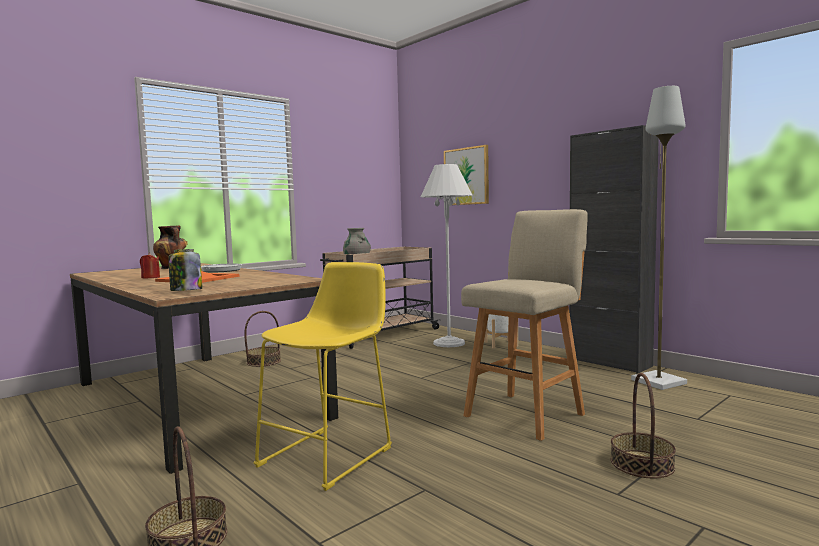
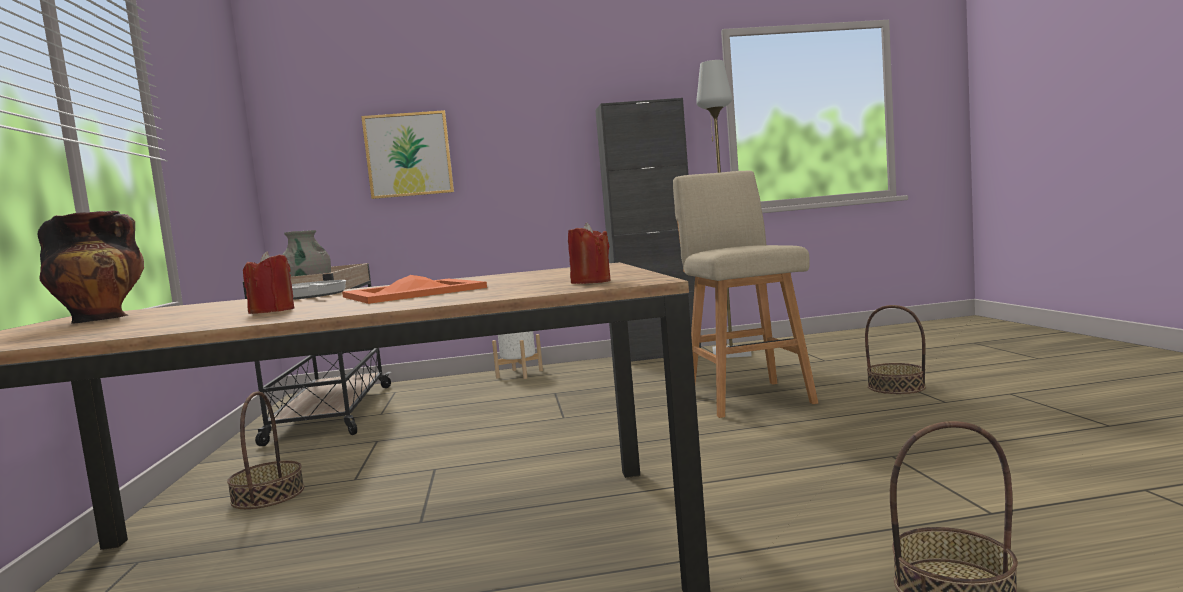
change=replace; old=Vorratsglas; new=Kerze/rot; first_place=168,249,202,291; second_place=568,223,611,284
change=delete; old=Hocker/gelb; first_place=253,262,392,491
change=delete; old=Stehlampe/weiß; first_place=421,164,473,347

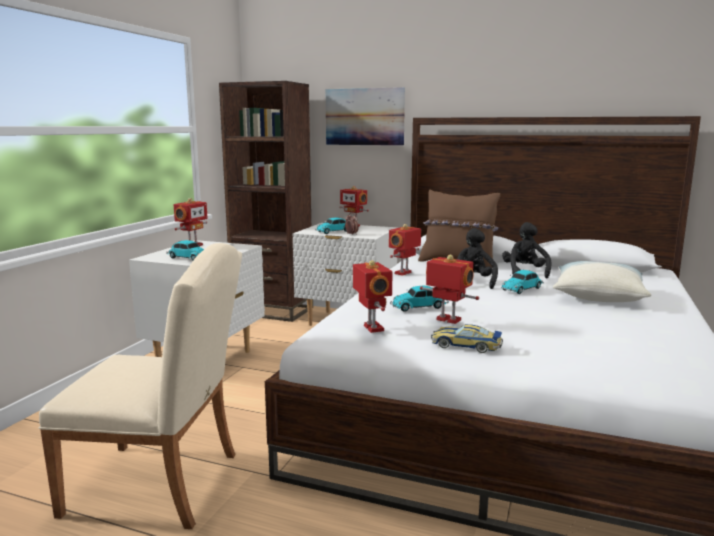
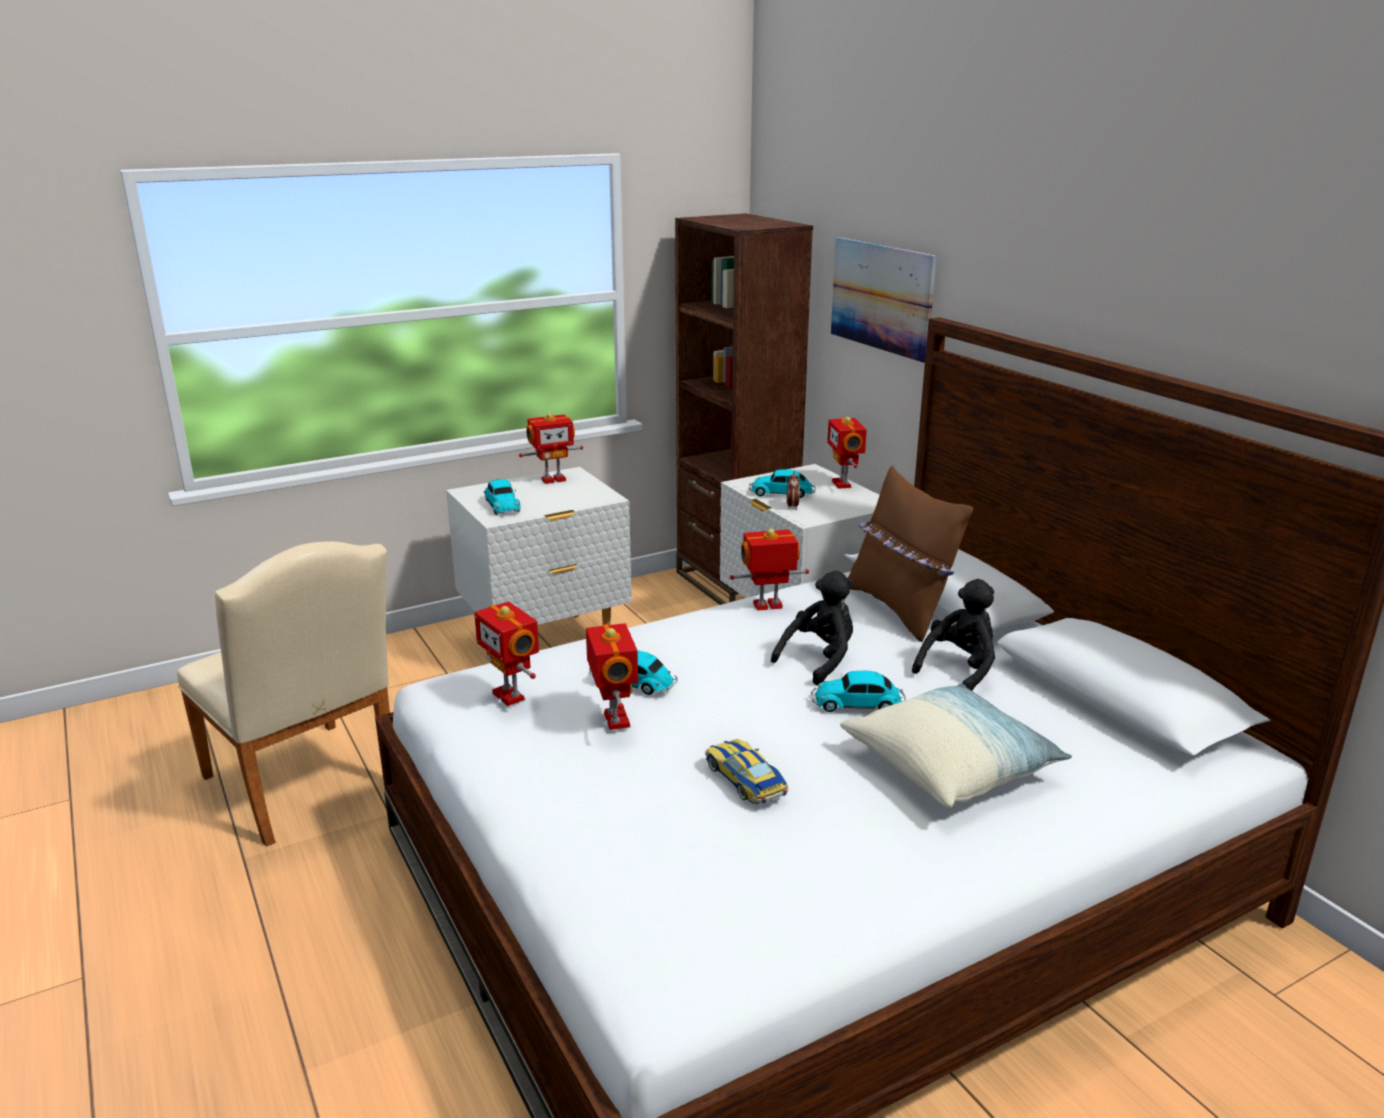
change=rotate; old=Spielzeugroboter; first_place=353,260,392,333; second_place=474,601,539,706; degrees=120
change=move; old=Spielzeugauto; first_place=431,324,503,353; second_place=705,739,789,804

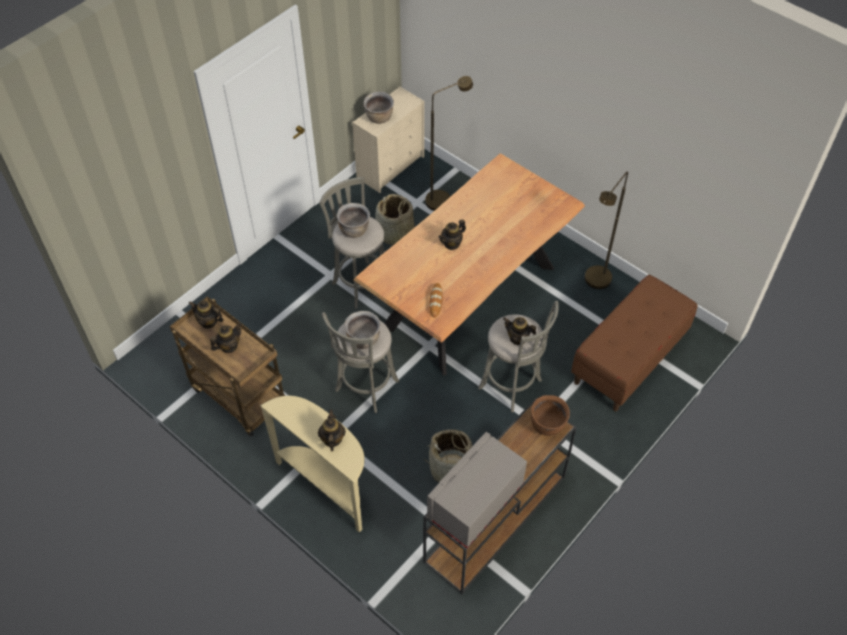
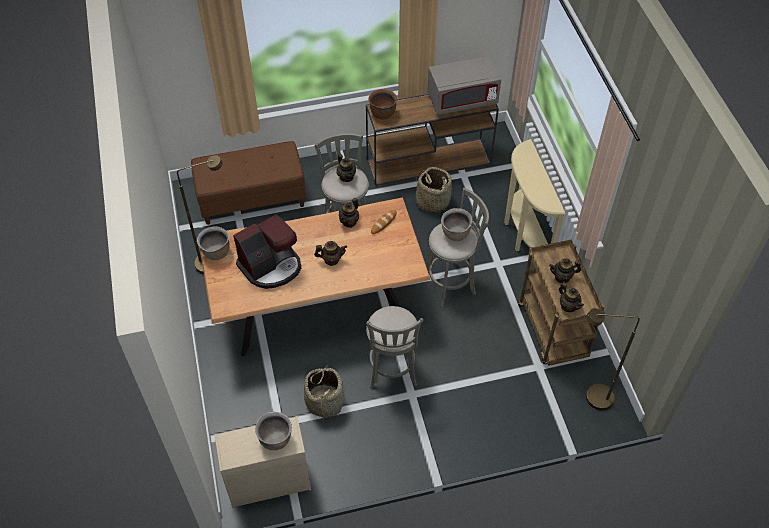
change=move; old=Kochtopf/braun; first_place=337,203,370,238; second_place=197,226,229,260
change=insert; new=Kaffeemaschine; second_place=233,214,301,289
change=move; old=Teekanne; first_place=318,409,346,451; second_place=339,198,359,228
change=move; old=Stehlampe/braun; first_place=425,76,473,211; second_place=586,308,640,410

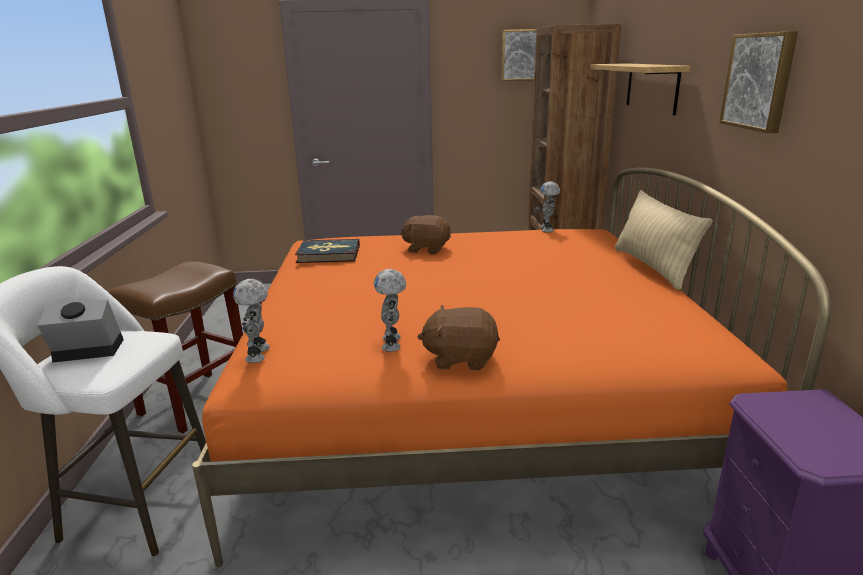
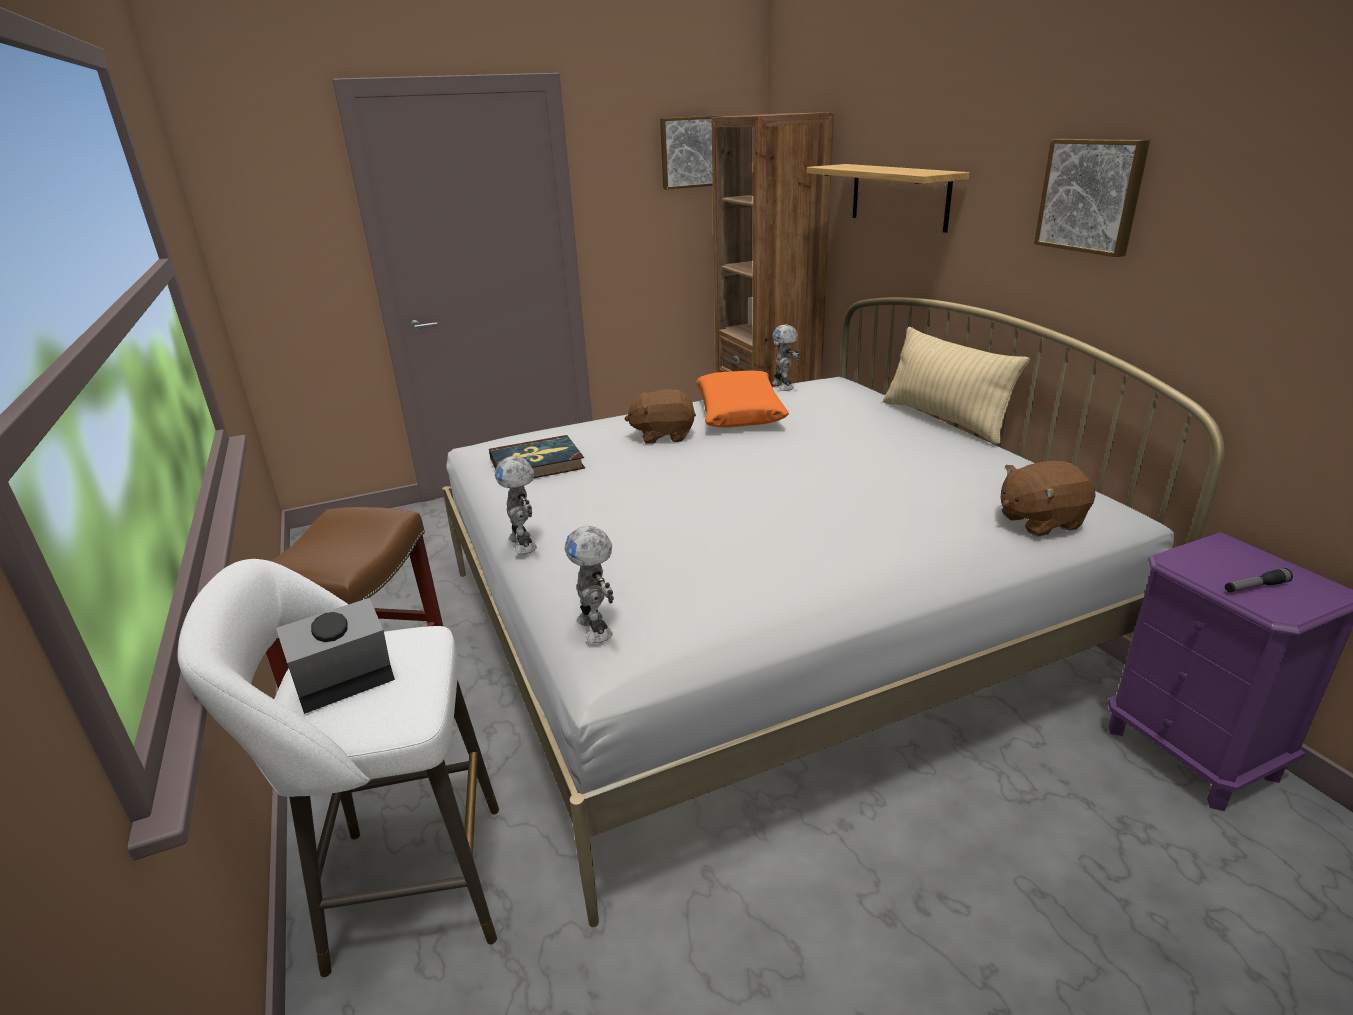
change=recolor; old=Bett/orange; new=Bett/weiß; first_place=192,167,831,567; second_place=442,297,1225,927
change=move; old=Spielzeugroboter; first_place=374,269,406,352; second_place=495,456,537,554
change=insert; new=Kissen/orange; second_place=696,371,789,427
change=move; old=Plüschtier/braun; first_place=418,305,500,370; second_place=1001,461,1096,537
change=insert; new=Taschenlampe; second_place=1225,568,1293,592

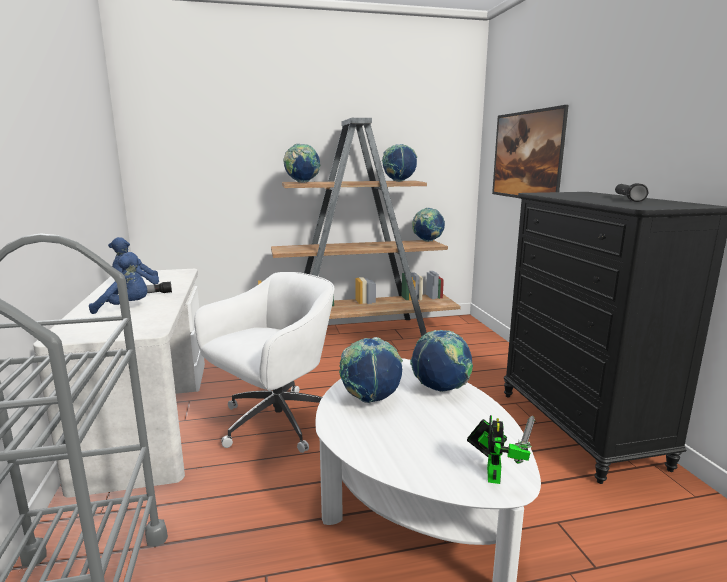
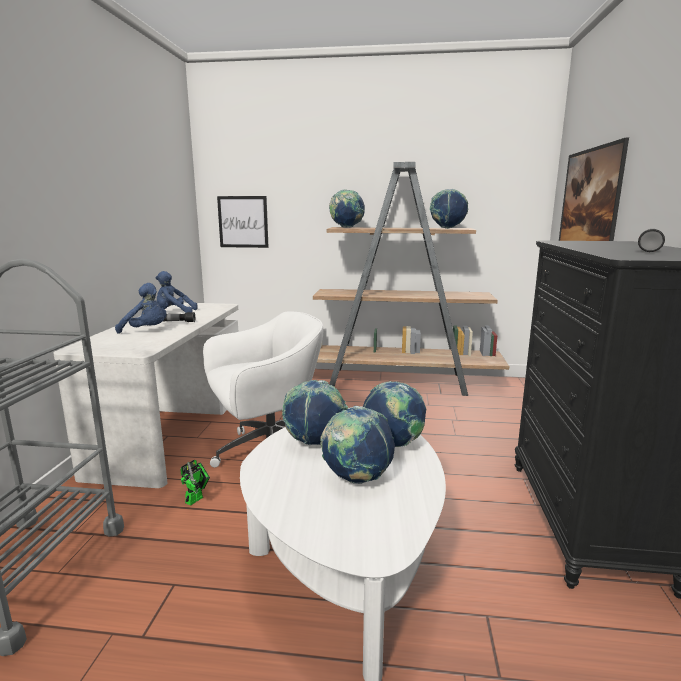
change=move; old=Spielzeugroboter; first_place=467,415,535,484; second_place=180,460,210,506
change=insert; new=Bild; second_place=217,196,269,248
change=move; old=Globus; first_place=412,208,445,242; second_place=320,406,395,484

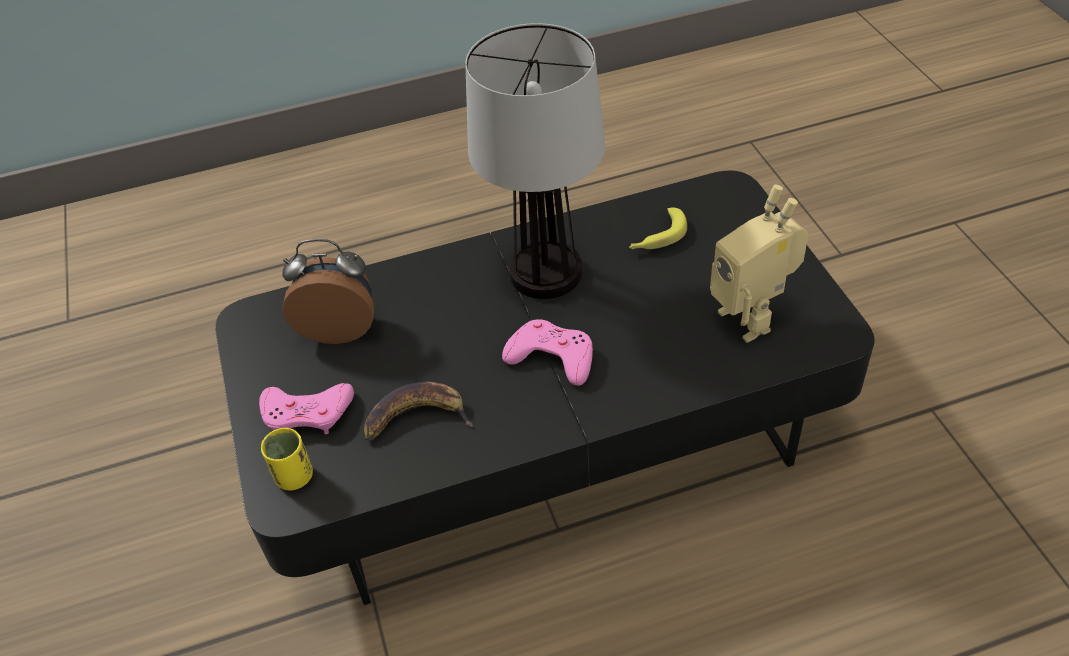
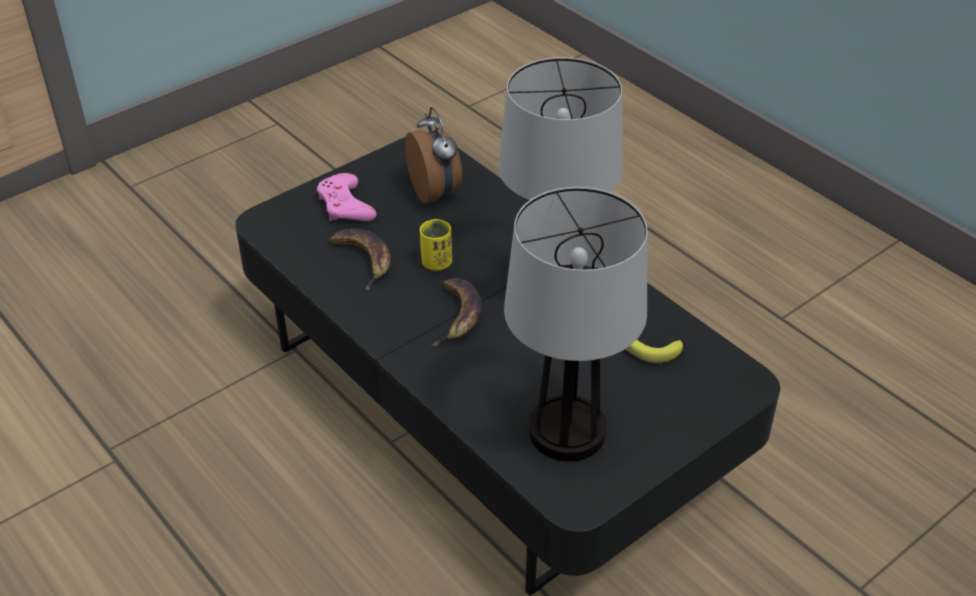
change=move; old=Tasse/gelb; first_place=261,428,313,490; second_place=420,219,452,271
change=replace; old=Gamepad/rosa; new=Banane; first_place=502,319,593,386; second_place=432,278,482,346
change=replace; old=Spielzeugroboter; new=Tischlampe; first_place=710,185,809,343; second_place=504,187,648,462

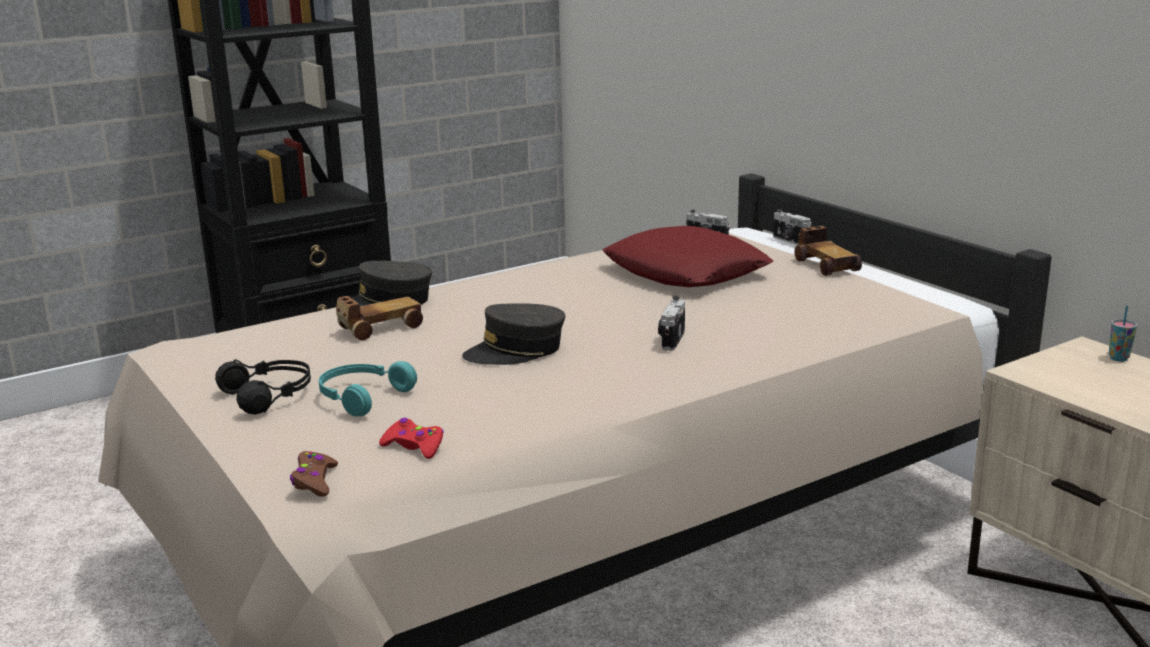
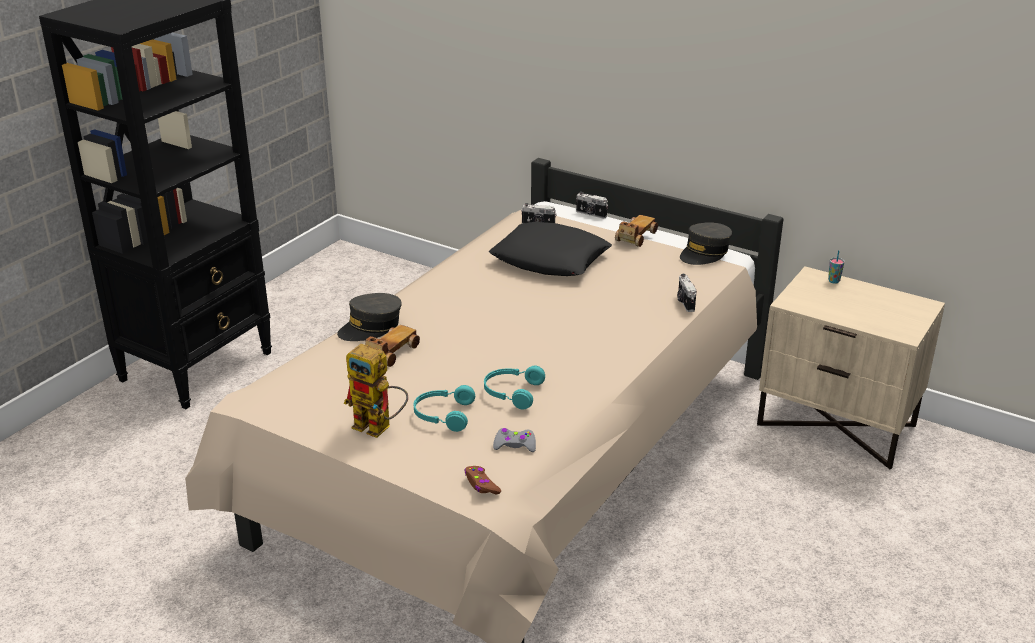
change=replace; old=Kopfhörer/schwarz; new=Spielzeugroboter; first_place=215,359,311,415; second_place=344,344,408,438
change=insert; new=Kopfhörer/türkis; second_place=484,366,545,410
change=recolor; old=Kissen/rot; new=Kissen/schwarz; first_place=603,226,773,287; second_place=489,222,612,276
change=recolor; old=Gamepad/rot; new=Gamepad/grau; first_place=379,418,444,459; second_place=493,428,536,452
change=rotate; old=Spielzeugauto; first_place=794,226,862,276; second_place=615,215,658,247; degrees=-105
change=move; old=Kamera; first_place=658,296,685,351; second_place=677,274,697,312
change=move; old=Kappe/grau; first_place=462,303,565,365; second_place=680,222,732,265

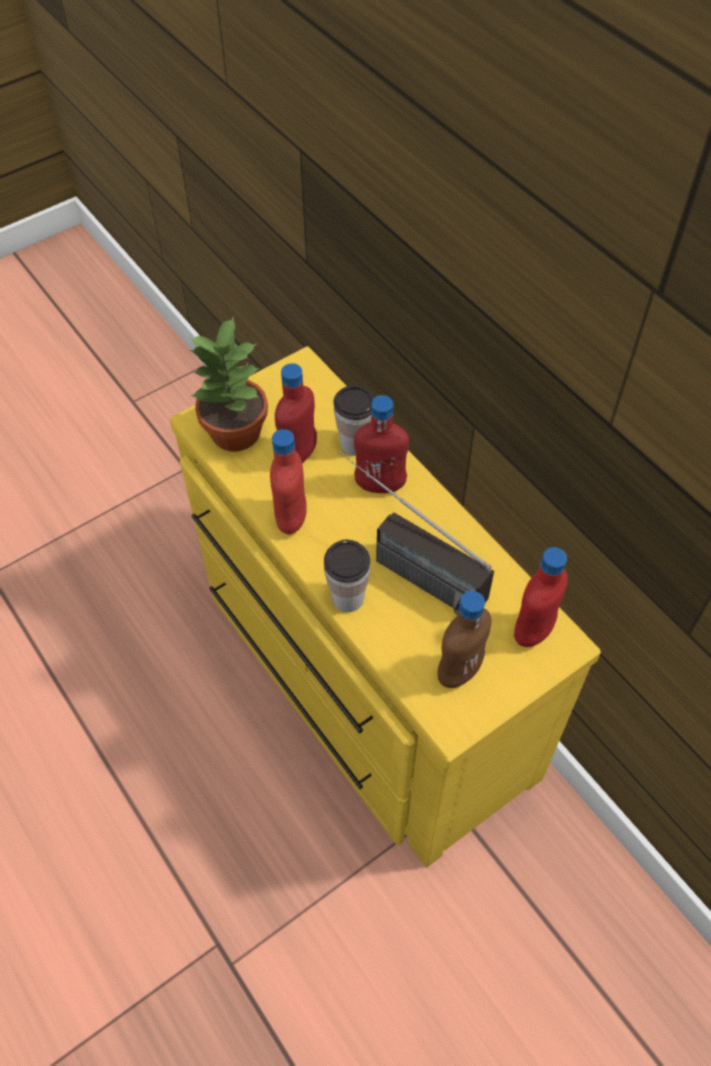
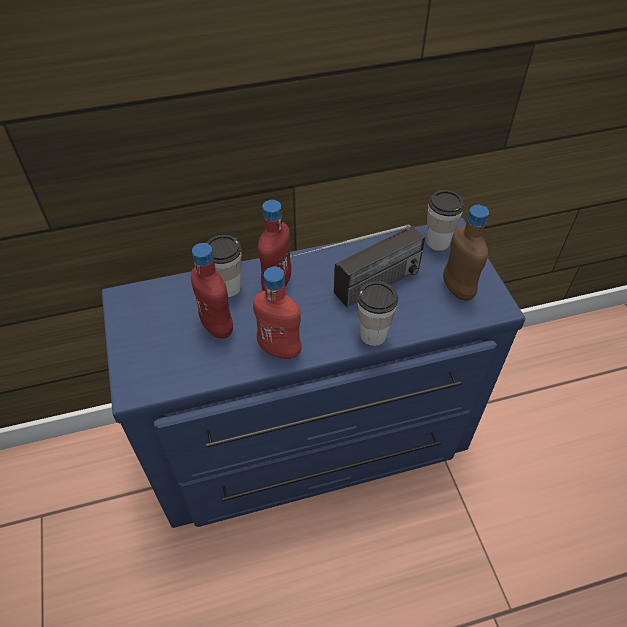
change=recolor; old=Kommode/gelb; new=Kommode/blau; first_place=170,346,601,867; second_place=102,218,526,528
change=replace; old=Flasche/rot; new=Tasse; first_place=514,547,568,647; second_place=426,190,464,251
change=delete; old=Topfpflanze; first_place=189,316,268,451

